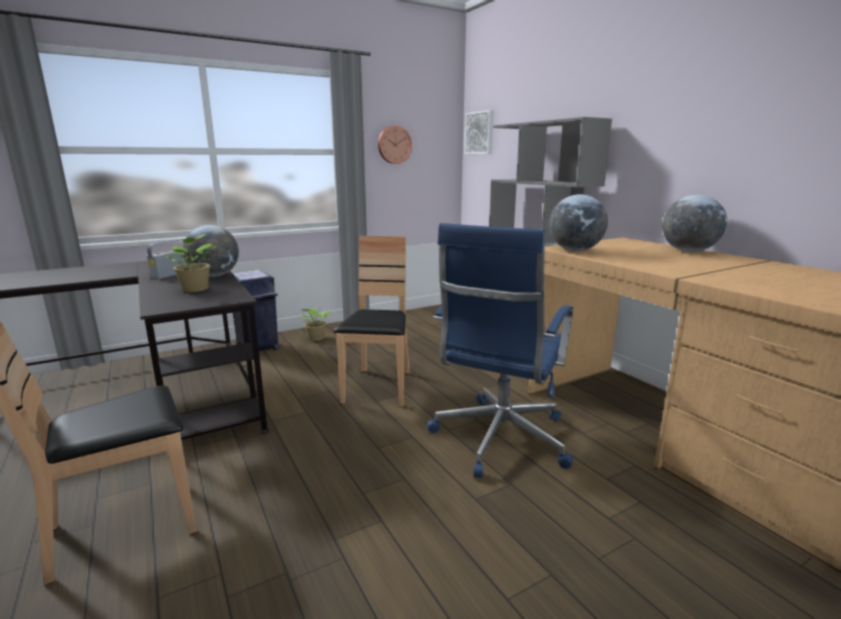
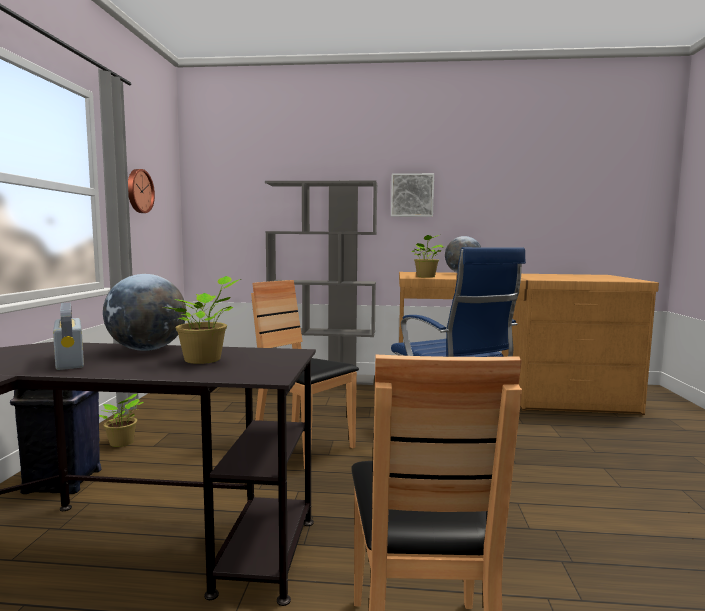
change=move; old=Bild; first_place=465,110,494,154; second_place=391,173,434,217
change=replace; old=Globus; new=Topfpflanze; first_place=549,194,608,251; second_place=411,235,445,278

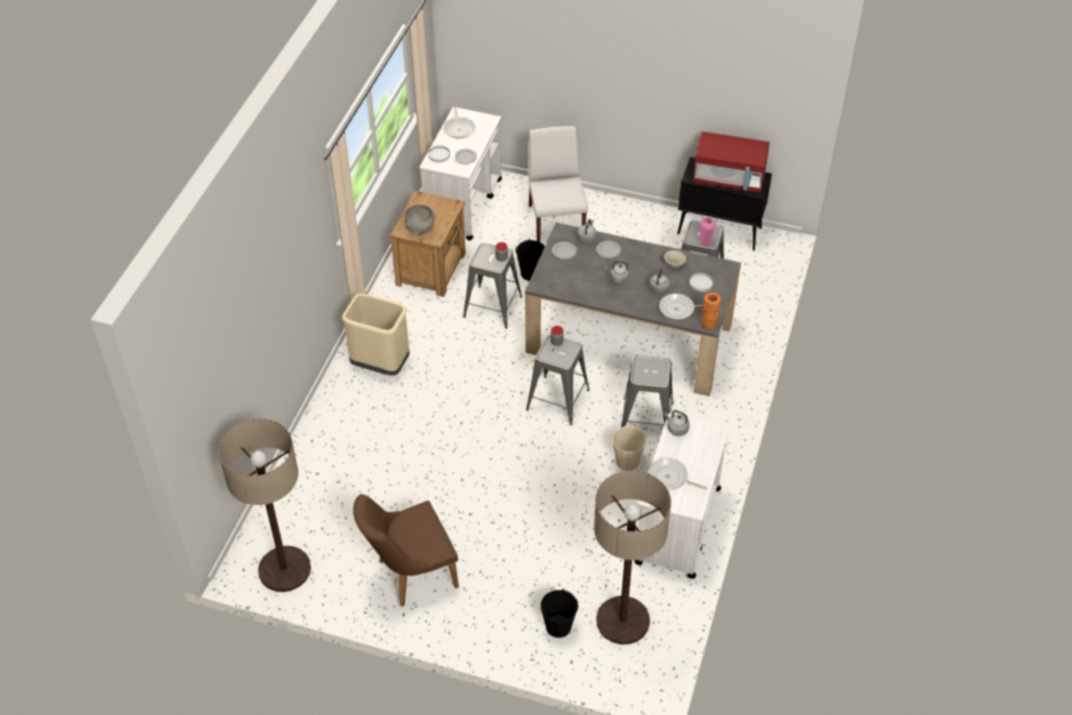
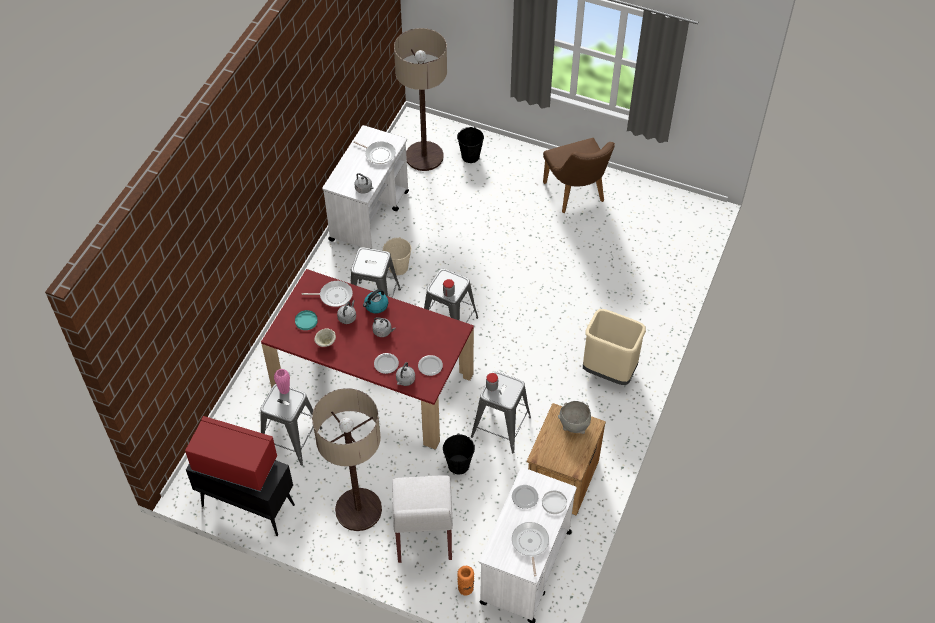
change=recolor; old=Esstisch/grau; new=Esstisch/rot; first_place=525,222,741,396; second_place=261,269,474,450
change=recolor; old=Teller/weiß; new=Teller/türkis; first_place=689,273,713,292; second_place=295,310,318,330
change=move; old=Stehlampe; first_place=219,419,311,592; second_place=312,388,382,531
change=insert; new=Wasserkessel; second_place=363,289,388,314
change=move; old=Vase/orange; first_place=702,292,721,330; second_place=457,565,474,596
change=rotate; old=Stuhl/braun; first_place=353,494,459,607; second_place=543,138,615,213; degrees=90

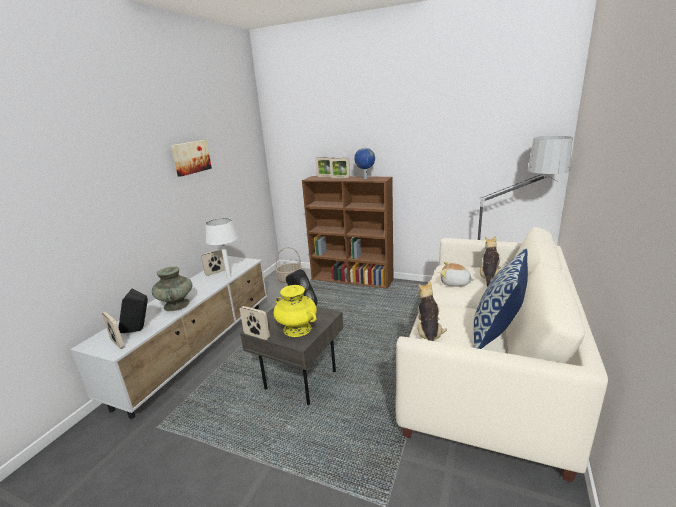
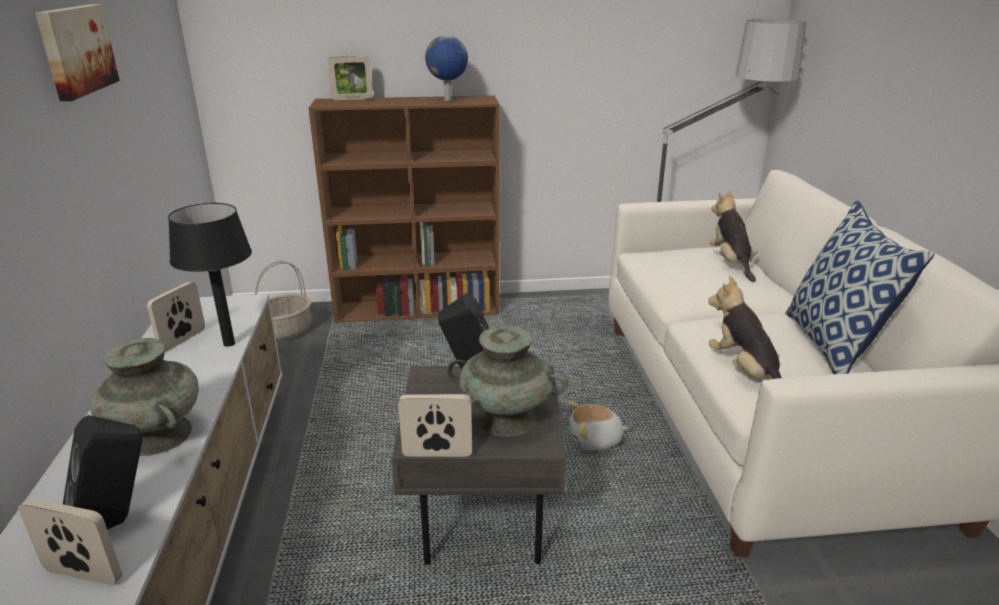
change=recolor; old=Tischlampe/weiß; new=Tischlampe/schwarz; first_place=205,218,238,278; second_place=168,203,252,347
change=recolor; old=Vase/gelb; new=Vase/türkis; first_place=274,285,317,337; second_place=447,325,568,436
change=move; old=Plüschtier; first_place=440,262,475,287; second_place=568,402,629,451
change=delete; old=Bilderrahmen; first_place=330,158,350,178

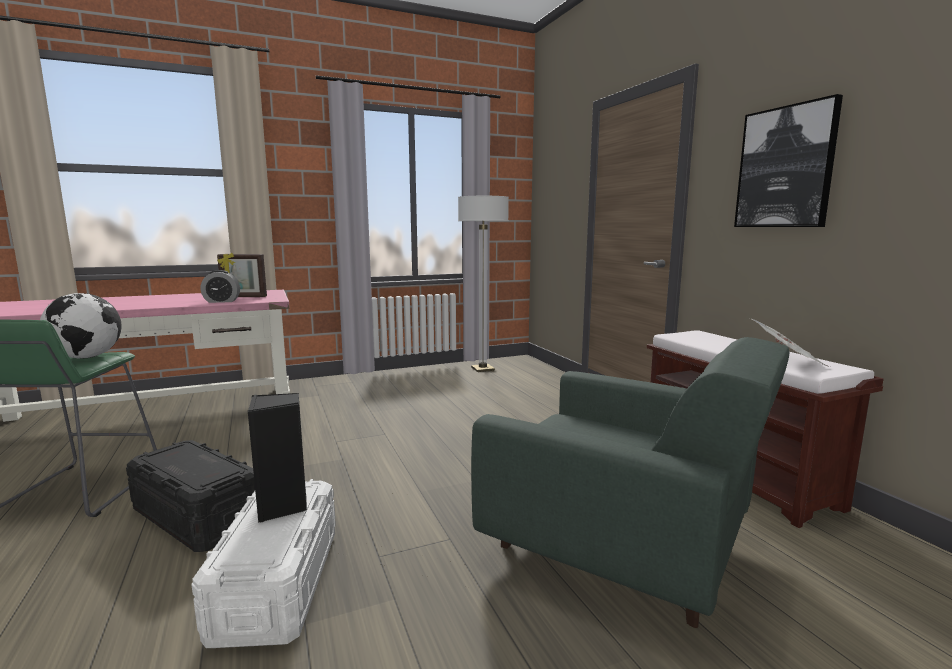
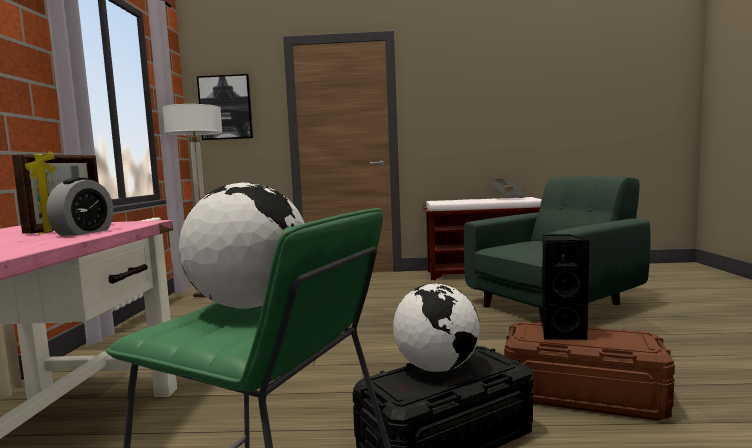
change=move; old=Bild; first_place=734,94,843,227; second_place=197,74,253,140
change=insert; new=Globus; second_place=393,283,480,372
change=recolor; old=Aufbewahrungsbox/weiß; new=Aufbewahrungsbox/braun; first_place=191,479,336,648; second_place=504,322,675,421

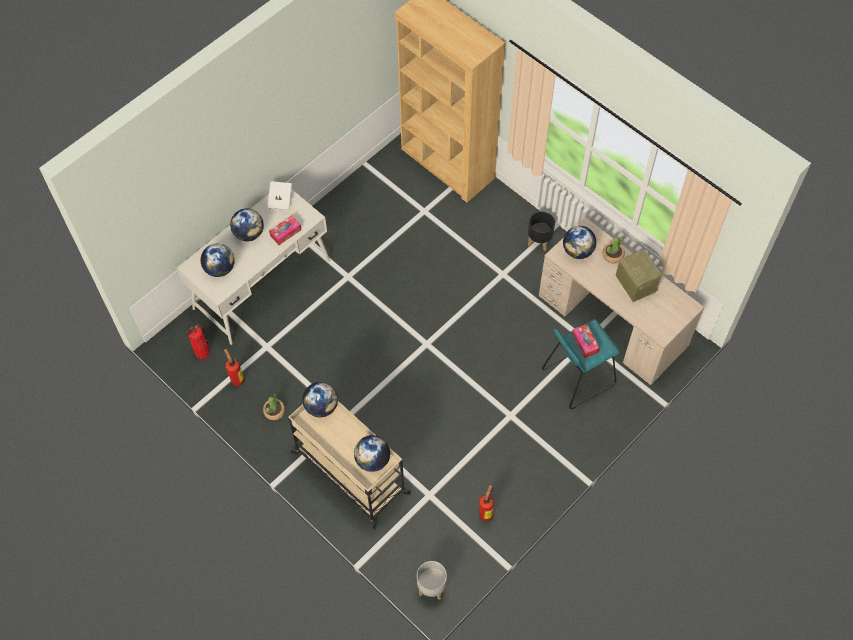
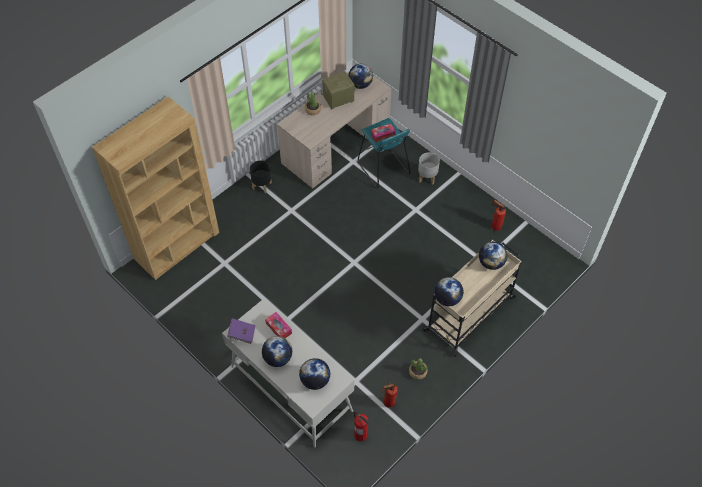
change=recolor; old=Buch/weiß; new=Buch/lila; first_place=268,181,292,210; second_place=227,318,256,344
change=move; old=Globus; first_place=563,226,596,259; second_place=349,64,373,89
change=move; old=Pflanzkübel/grau; first_place=417,561,447,600; second_place=418,152,440,185

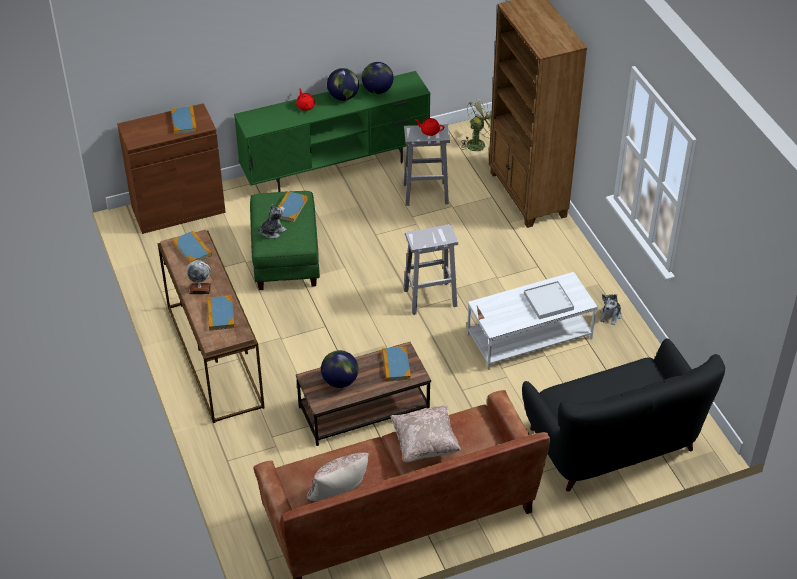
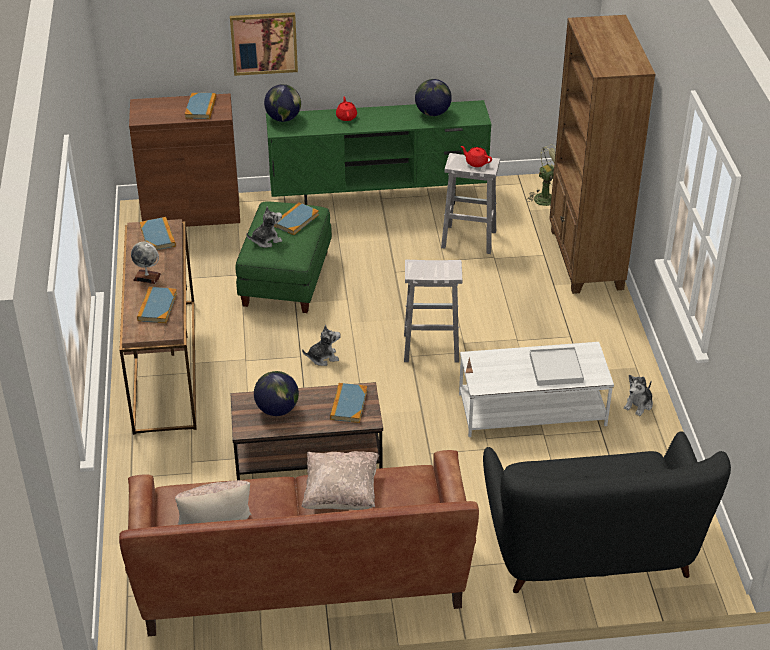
change=insert; new=Bild; second_place=230,12,298,76
change=move; old=Globus; first_place=327,68,359,101; second_place=264,84,301,122
change=insert; new=Plüschtier; second_place=302,325,340,366

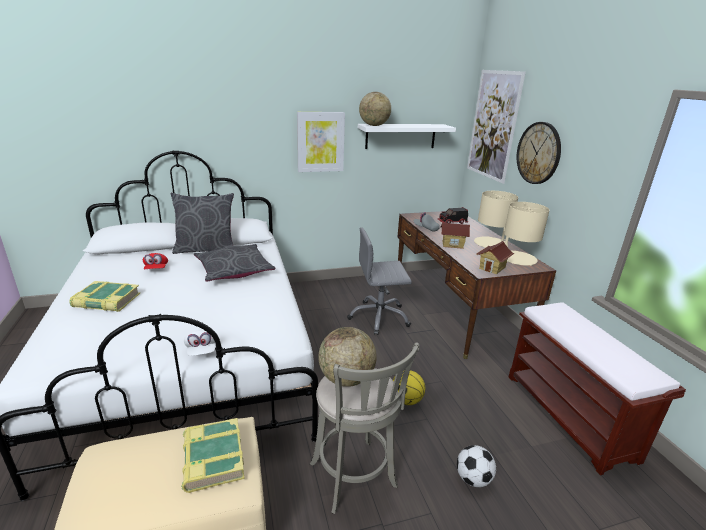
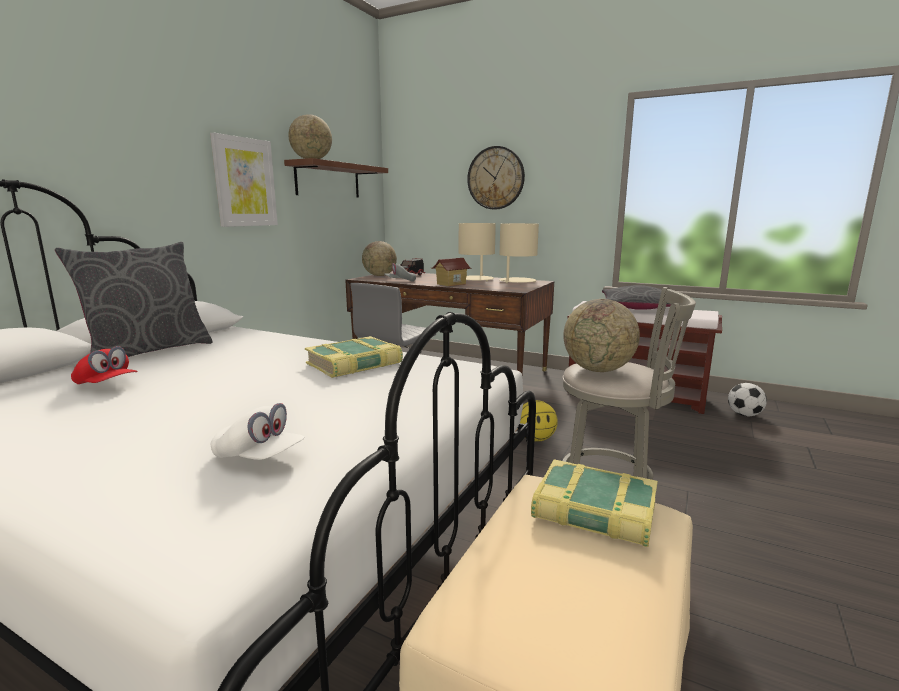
change=move; old=Kappe/weiß; first_place=184,330,215,356; second_place=211,403,305,460
change=recolor; old=Wandregal/weiß; new=Wandregal/braun; first_place=358,124,456,149; second_place=284,158,388,198
change=move; old=Buch; first_place=69,281,140,312; second_place=305,336,403,378
change=insert; new=Globus; second_place=362,241,397,276
change=move; old=Kissen/grau; first_place=194,244,275,282; second_place=602,285,671,310
change=move; old=Fußball; first_place=457,445,496,487; second_place=728,383,767,416
change=delete; old=Bild; first_place=467,70,526,184
change=delete; old=Spielzeughaus; first_place=476,241,515,274

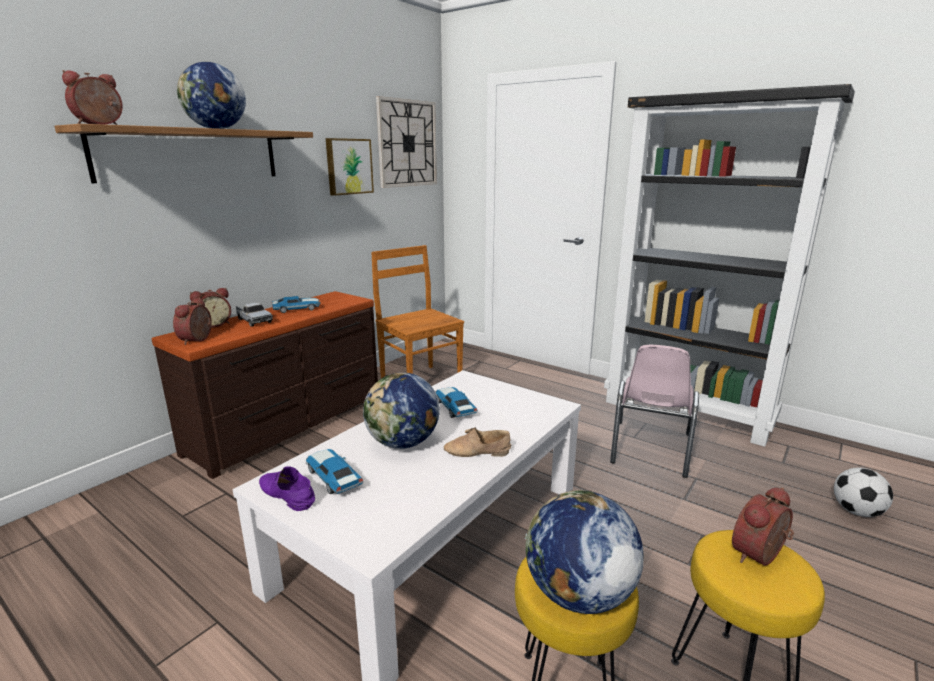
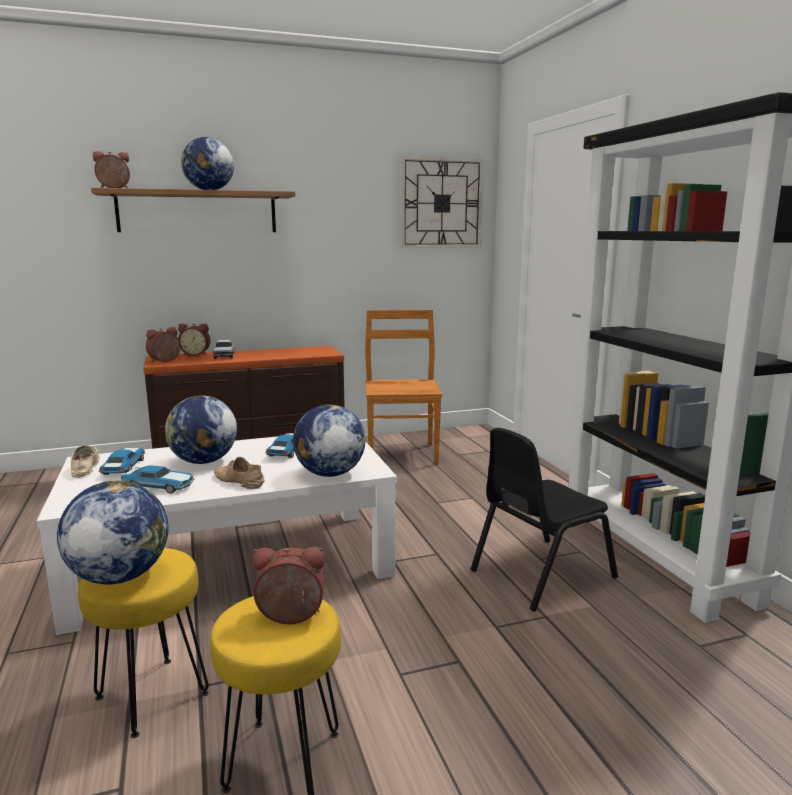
change=recolor; old=Schuh/lila; new=Schuh/beige; first_place=259,466,315,511; second_place=71,445,100,478
change=move; old=Spielzeugauto; first_place=271,296,321,313; second_place=121,465,195,494
change=insert; new=Globus; second_place=293,405,365,477
change=recolor; old=Stuhl/rosa; new=Stuhl/schwarz; first_place=610,345,699,478; second_place=471,428,618,611
change=delete; old=Bild; first_place=326,138,374,196
change=delete; old=Fußball; first_place=834,468,893,517

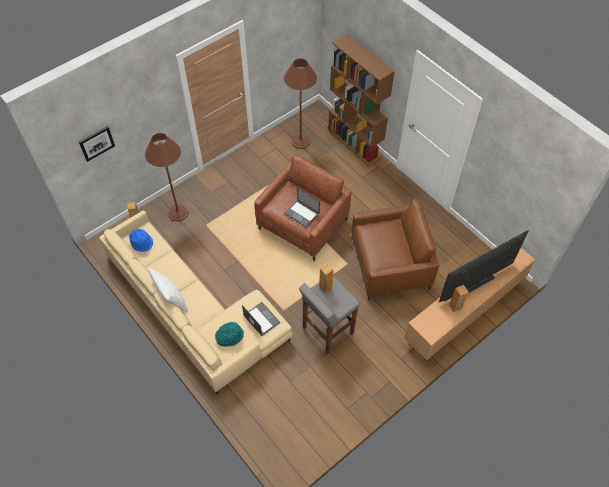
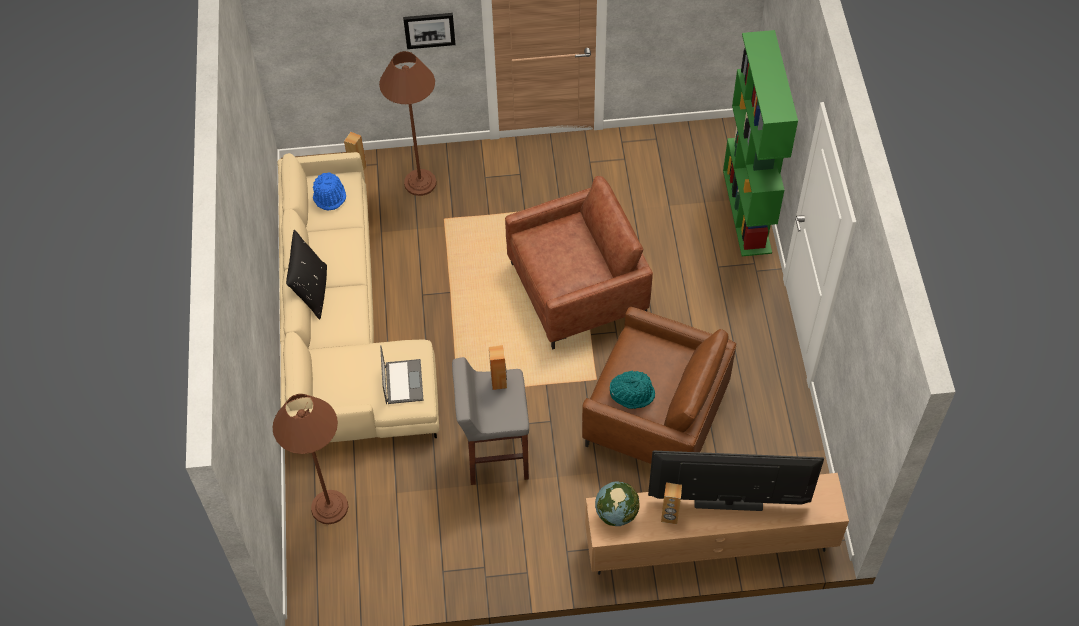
change=move; old=Stehlampe/braun; first_place=284,58,317,149; second_place=273,394,348,524
change=recolor; old=Kissen/weiß; new=Kissen/schwarz; first_place=148,268,188,312; second_place=286,230,327,320
change=move; old=Bild; first_place=79,126,115,162; second_place=403,13,456,49
change=insert; new=Globus; second_place=595,482,640,526
change=move; old=Hut/türkis; first_place=215,322,244,347; second_place=610,370,655,409
change=recolor; old=Bücherregal/braun; new=Bücherregal/grün; first_place=328,34,394,167; second_place=723,30,798,256
change=delete; old=Laptop; first_place=284,188,320,228

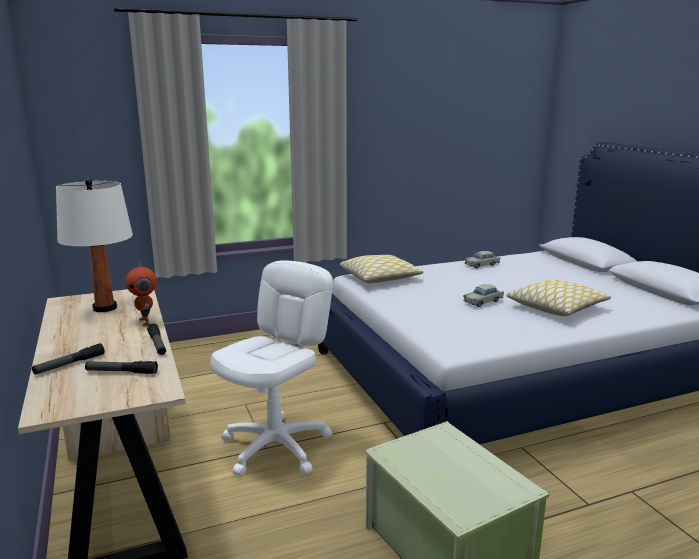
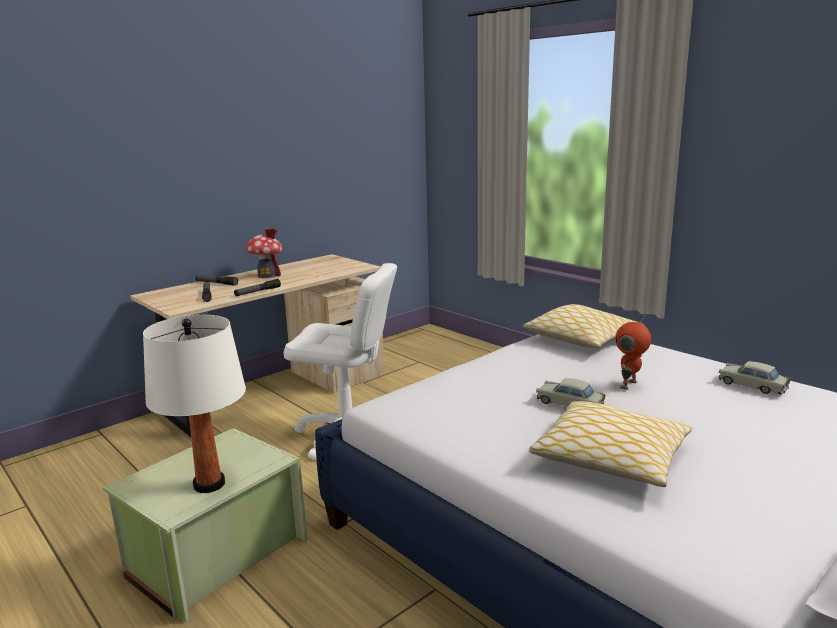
change=move; old=Tischlampe/weiß; first_place=56,179,133,312; second_place=143,315,246,493
change=insert; new=Spielzeughaus; second_place=246,227,282,278
change=move; old=Spielzeugroboter; first_place=126,259,157,326; second_place=615,315,651,390

